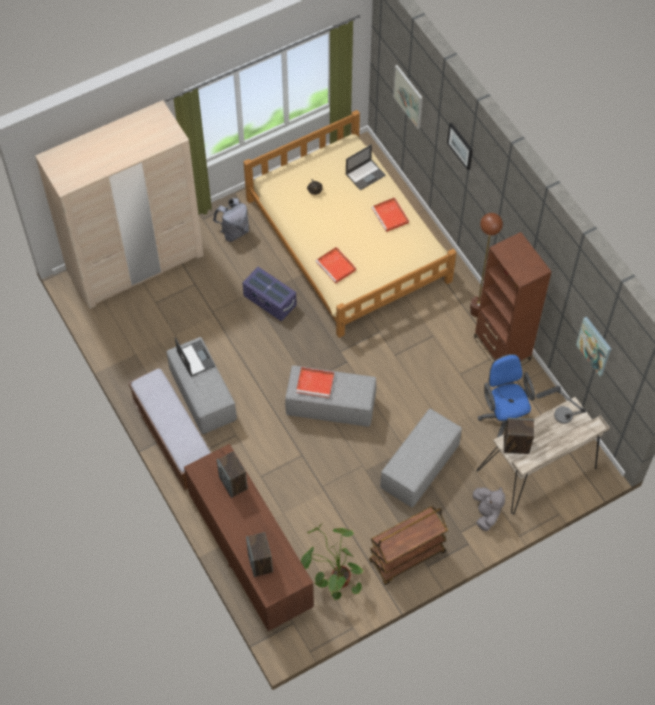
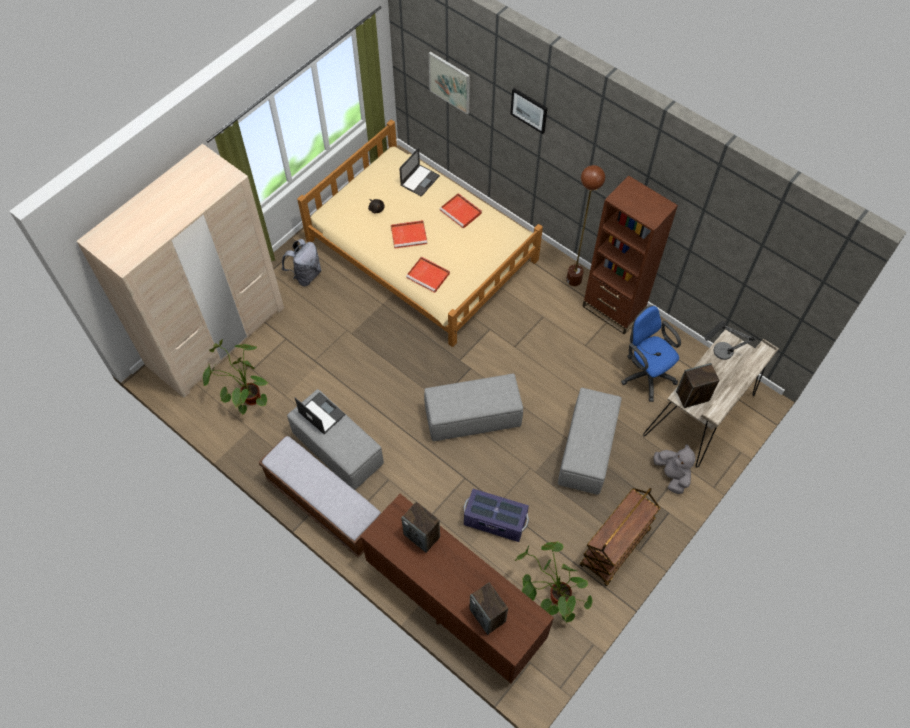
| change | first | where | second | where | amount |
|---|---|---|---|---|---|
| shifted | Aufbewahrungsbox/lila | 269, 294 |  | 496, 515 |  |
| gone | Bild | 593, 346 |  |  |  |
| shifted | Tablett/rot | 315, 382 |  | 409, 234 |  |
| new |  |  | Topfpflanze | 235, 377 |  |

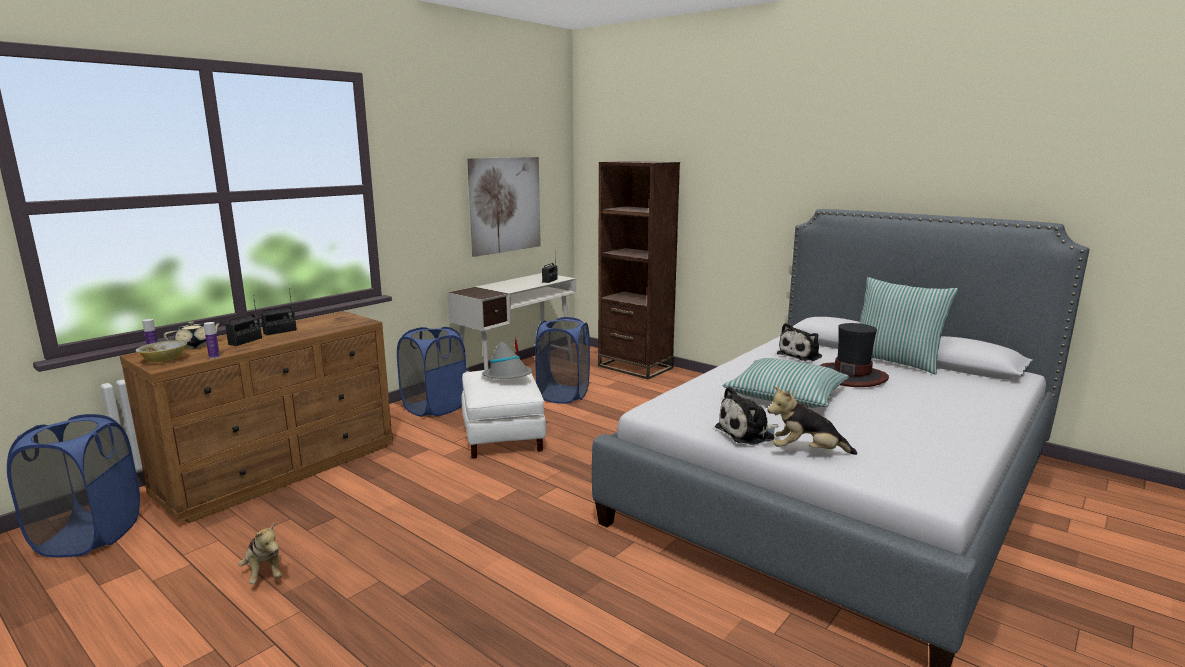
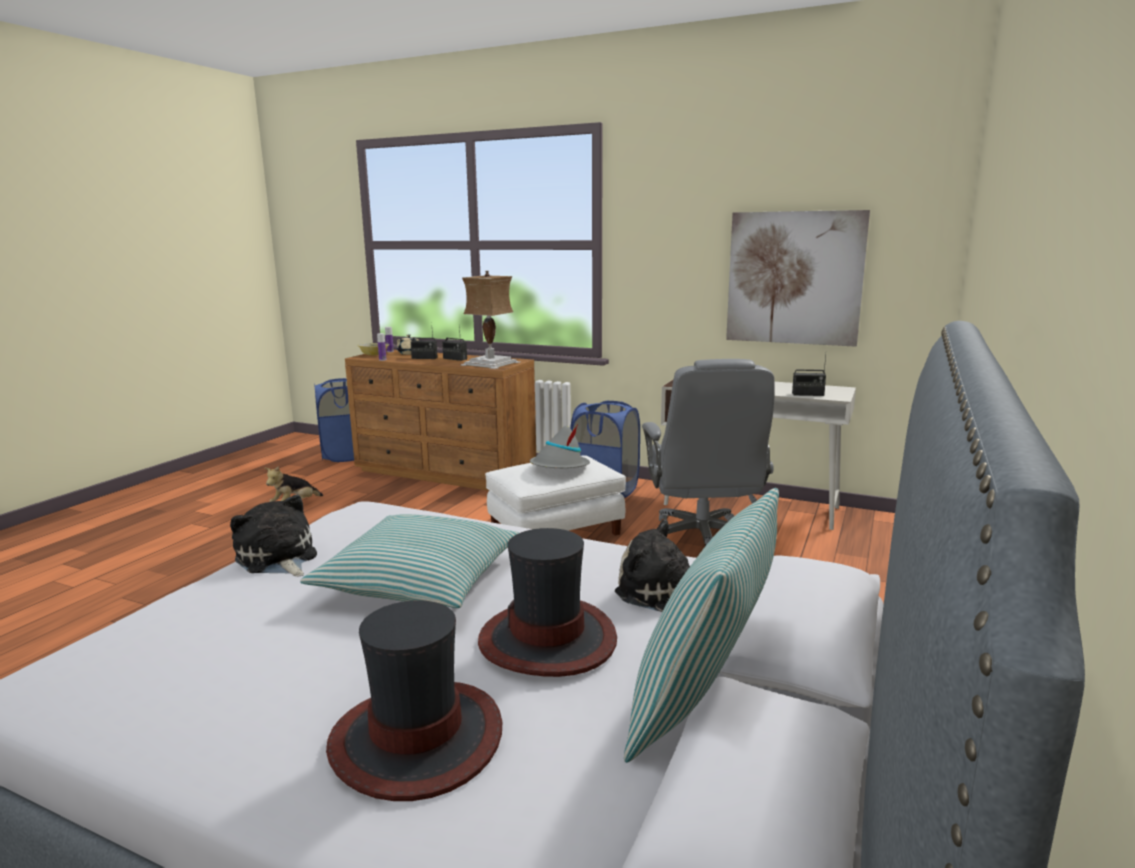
| change | first | where | second | where | amount |
|---|---|---|---|---|---|
| gone | Bücherregal/braun | 639, 270 |  |  |  |
| swapped | Wäschekorb/blau | 562, 360 | Bürostuhl/grau | 708, 452 |  |
| gone | Plüschtier | 812, 420 |  |  |  |
| new |  |  | Tischlampe | 490, 320 |  |
| new |  |  | Hut | 414, 700 |  |

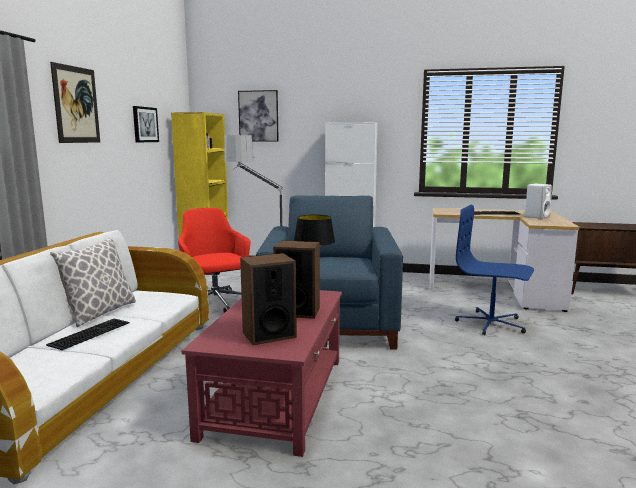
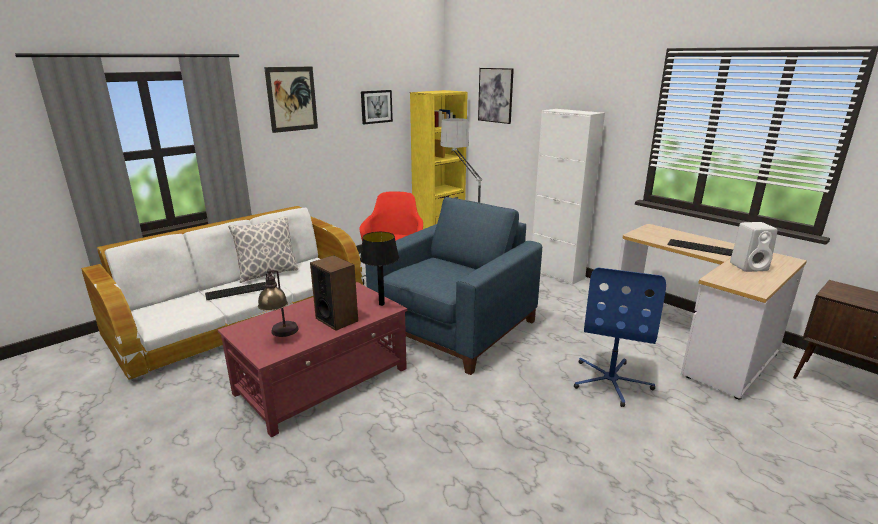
| change | first | where | second | where | amount |
|---|---|---|---|---|---|
| rotated | Bürostuhl/blau | 494, 270 |  | 620, 337 | 135 degrees counterclockwise |
| swapped | Lautsprecher | 268, 299 | Tischlampe | 278, 303 |  |

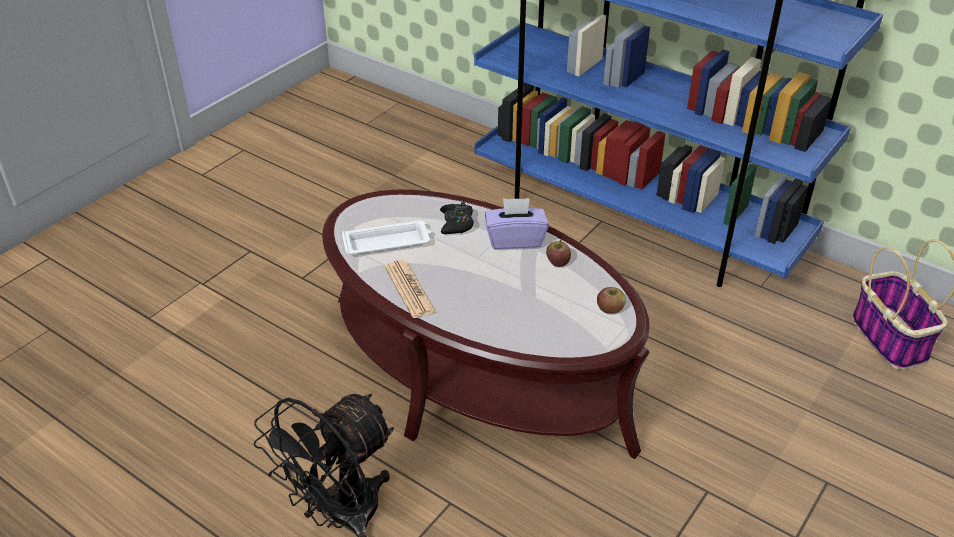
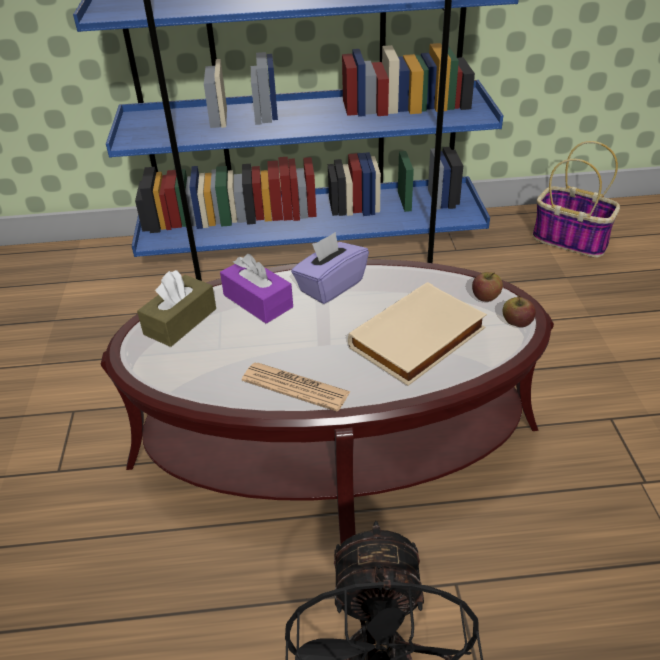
| change | first | where | second | where | amount |
|---|---|---|---|---|---|
| swapped | Gamepad/schwarz | 457, 218 | Taschentuchbox/lila | 256, 289 |  |
| gone | Tablett/weiß | 386, 238 |  |  |  |
| shifted | Apfel | 558, 253 |  | 519, 311 |  |
| new |  |  | Taschentuchbox/braun | 176, 308 |  |
| new |  |  | Buch/beige | 417, 334 |  |

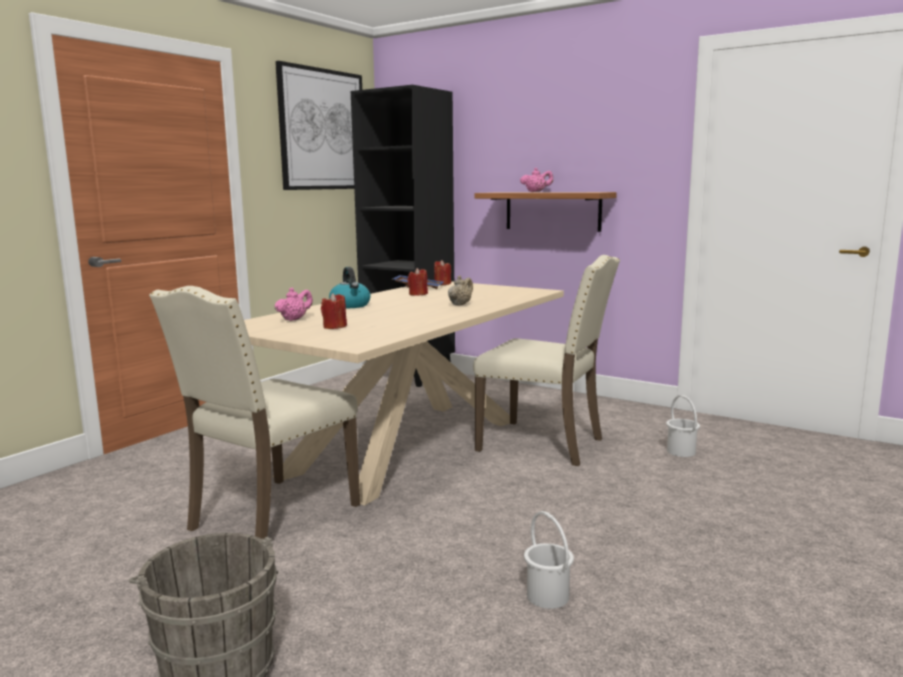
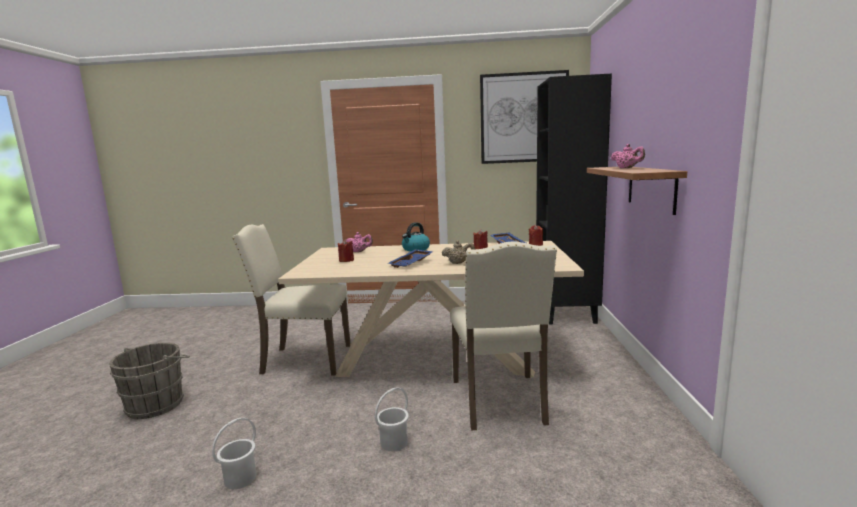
| change | first | where | second | where | amount |
|---|---|---|---|---|---|
| shifted | Eimer/weiß | 683, 426 |  | 392, 419 |  |
| new |  |  | Tablett/blau | 410, 258 |  |

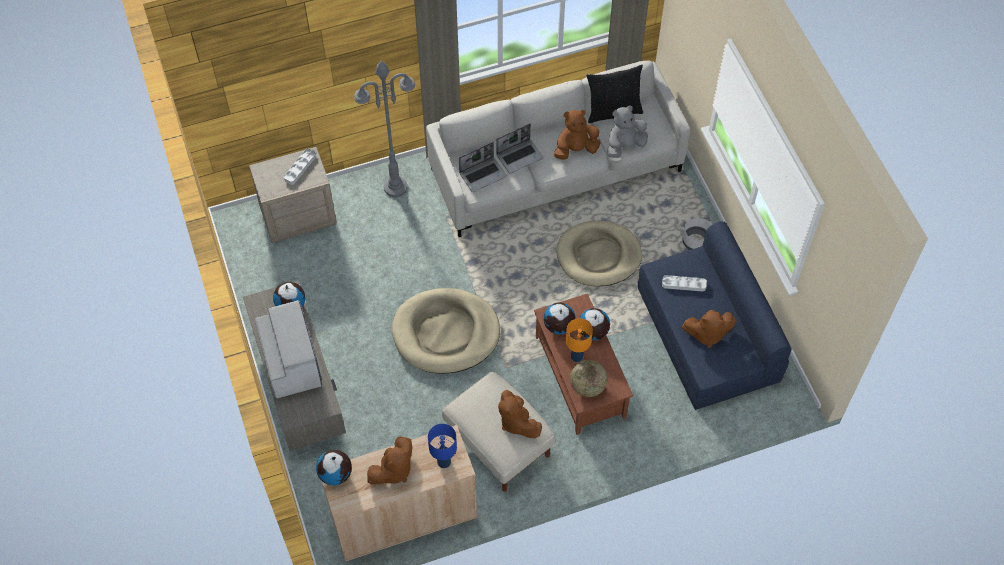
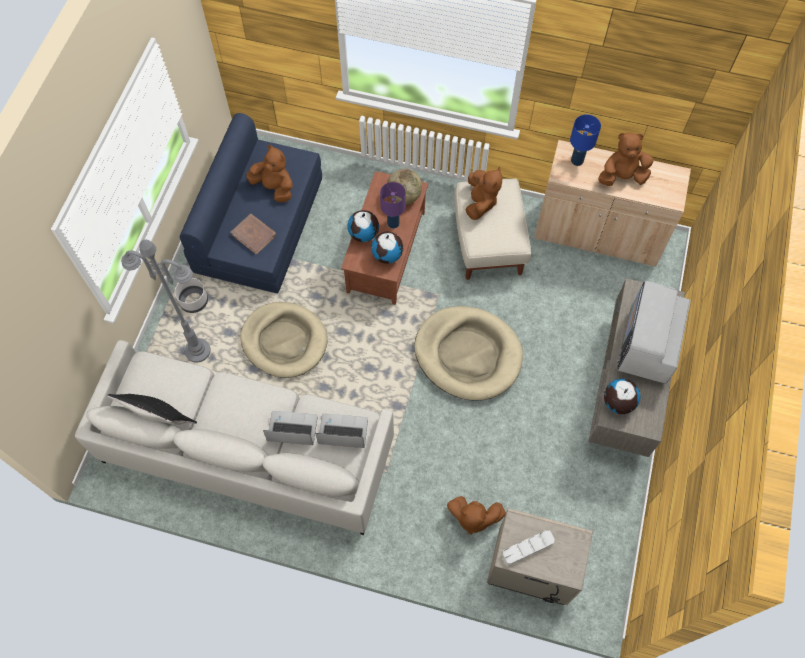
| change | first | where | second | where | amount |
|---|---|---|---|---|---|
| shifted | Stehlampe/grau | 384, 129 |  | 166, 301 |  |
| gone | Plüschtier/grau | 627, 132 |  |  |  |
| shifted | Plüschtier/braun | 577, 135 |  | 476, 515 |  |
| swapped | Tablett/grau | 684, 283 | Buch/braun | 253, 234 |  |
| repainted | Tischlampe/orange | 579, 340 | Tischlampe/lila | 393, 205 |  |
| gone | Globus | 334, 467 |  |  |  |

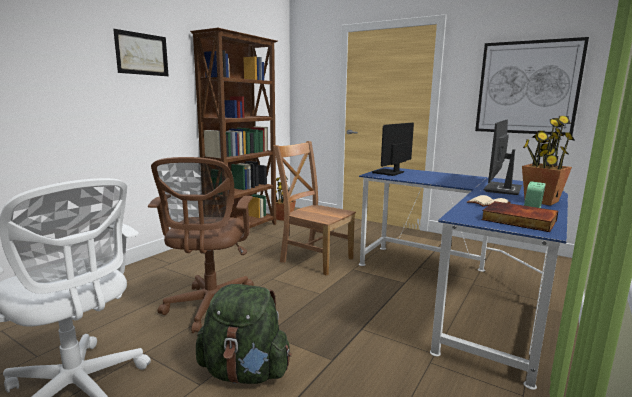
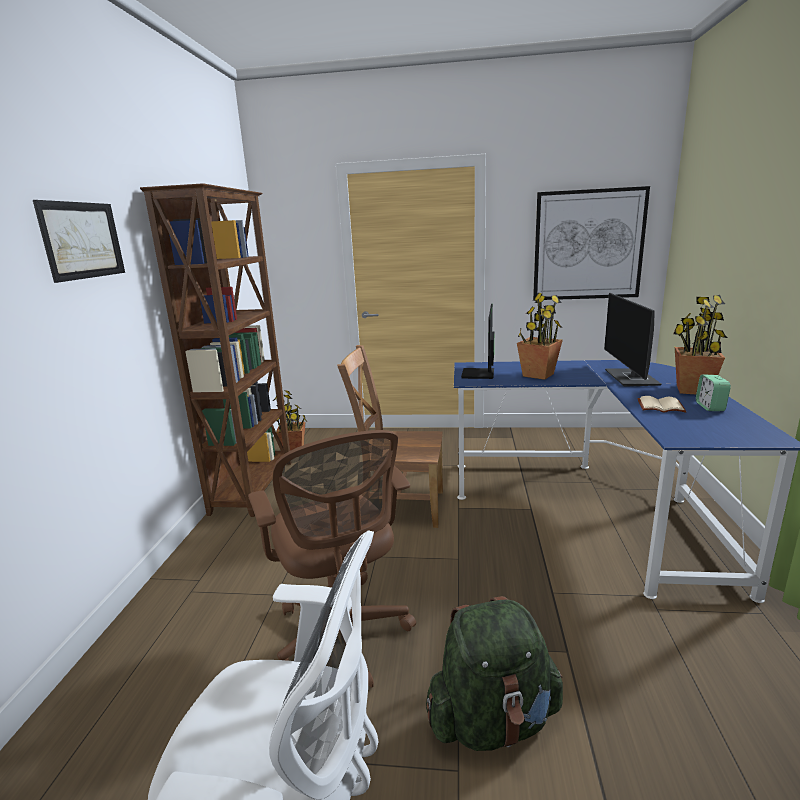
| change | first | where | second | where | amount |
|---|---|---|---|---|---|
| gone | Buch | 519, 216 |  |  |  |
| new |  |  | Topfpflanze | 540, 336 |  |

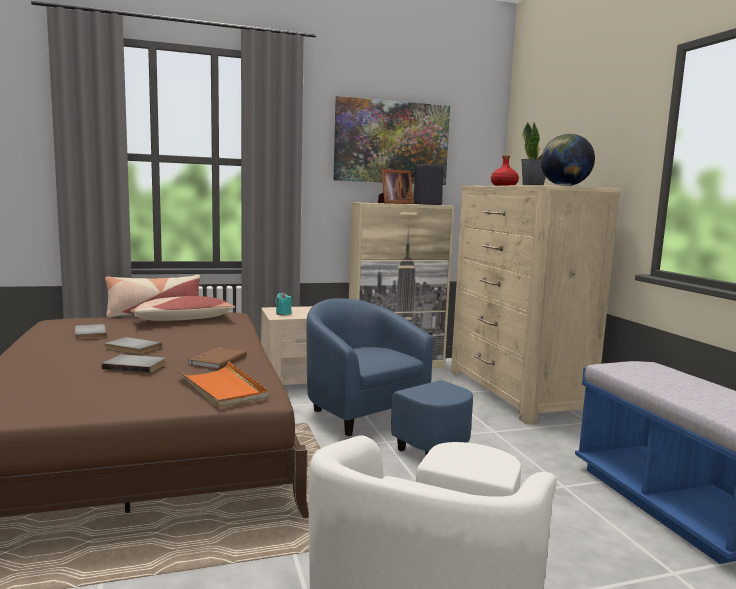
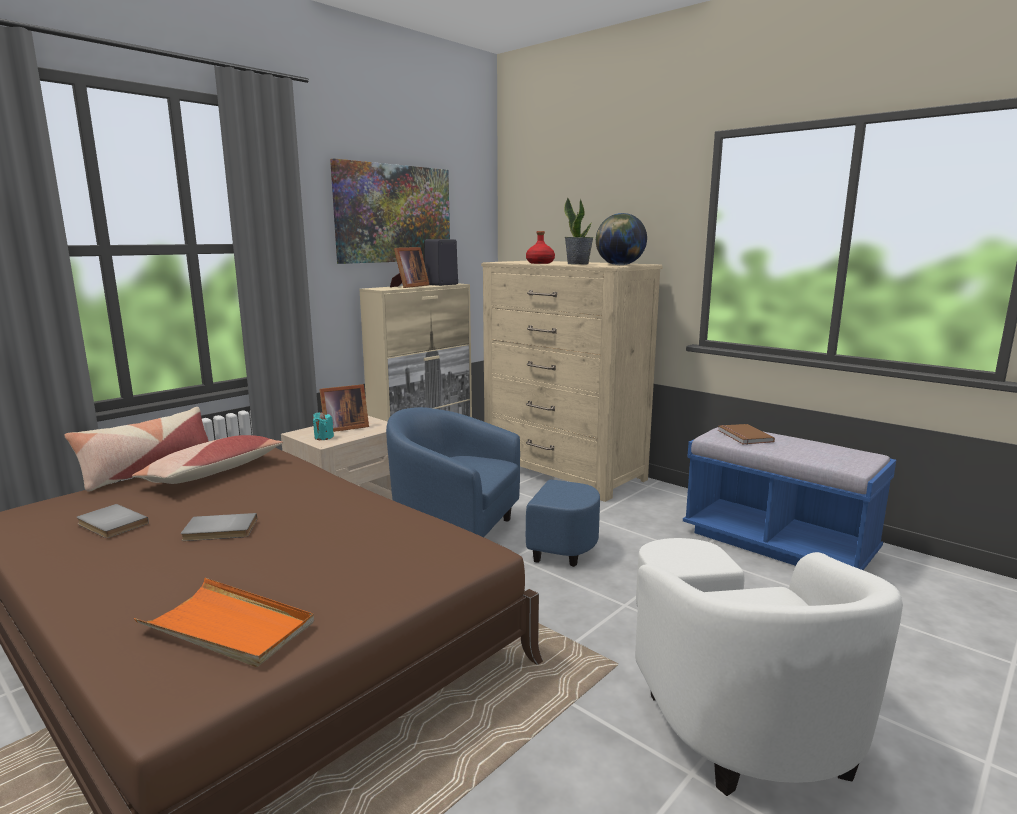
| change | first | where | second | where | amount |
|---|---|---|---|---|---|
| shifted | Buch/braun | 217, 358 |  | 746, 434 |  |
| gone | Buch/grau | 134, 363 |  |  |  |
| shifted | Tablett/orange | 222, 385 |  | 224, 622 |  |
| new |  |  | Bilderrahmen | 344, 408 |  |

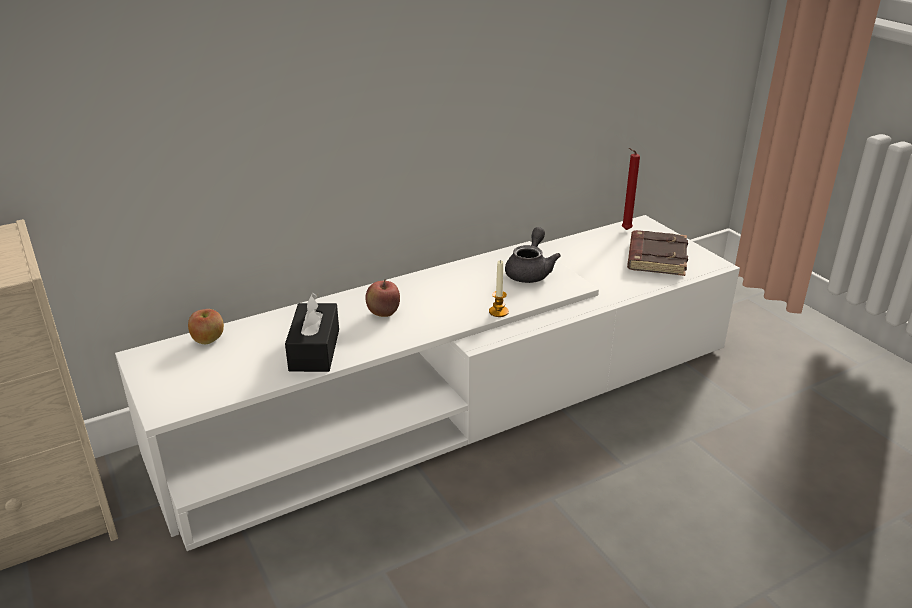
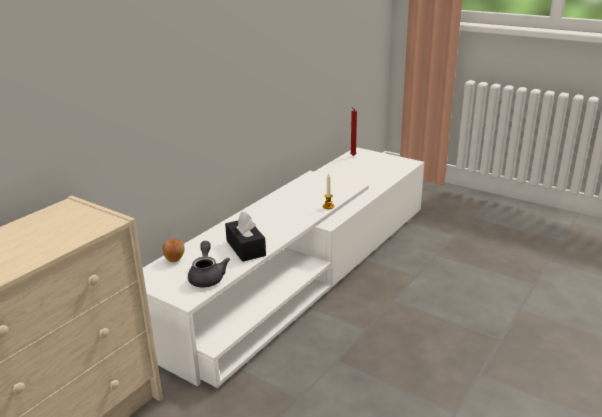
| change | first | where | second | where | amount |
|---|---|---|---|---|---|
| shifted | Teekanne/grau | 533, 255 |  | 209, 264 |  |
| gone | Buch/braun | 657, 253 |  |  |  |
| gone | Apfel | 382, 298 |  |  |  |

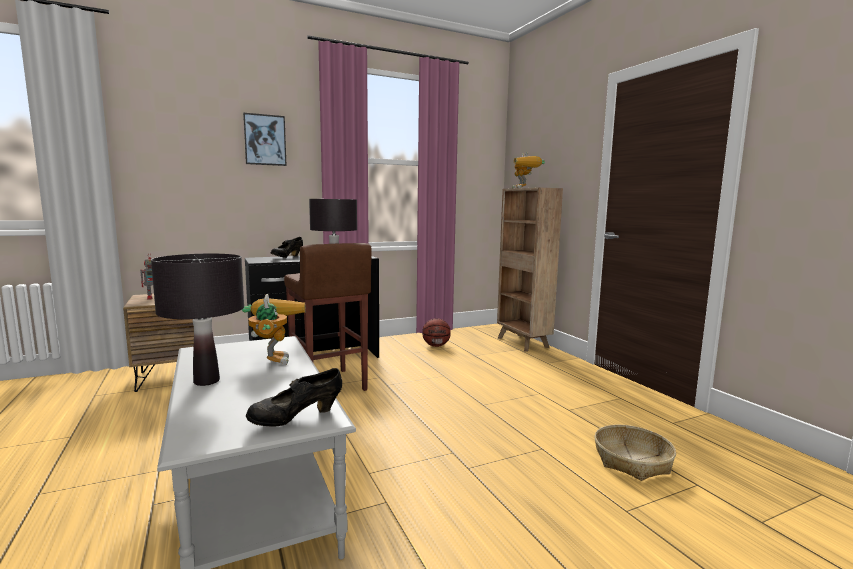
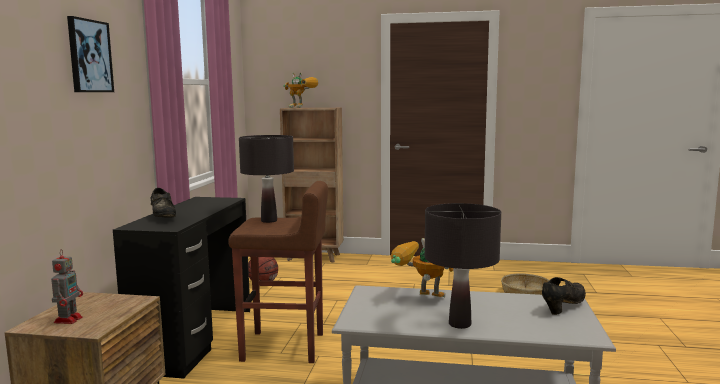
| change | first | where | second | where | amount |
|---|---|---|---|---|---|
| rotated | Schuh/schwarz | 294, 397 |  | 564, 296 | 135 degrees counterclockwise |

